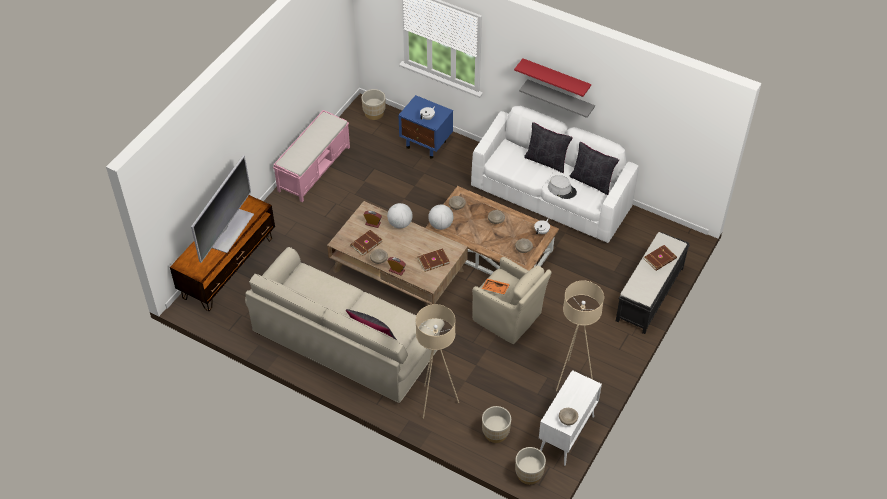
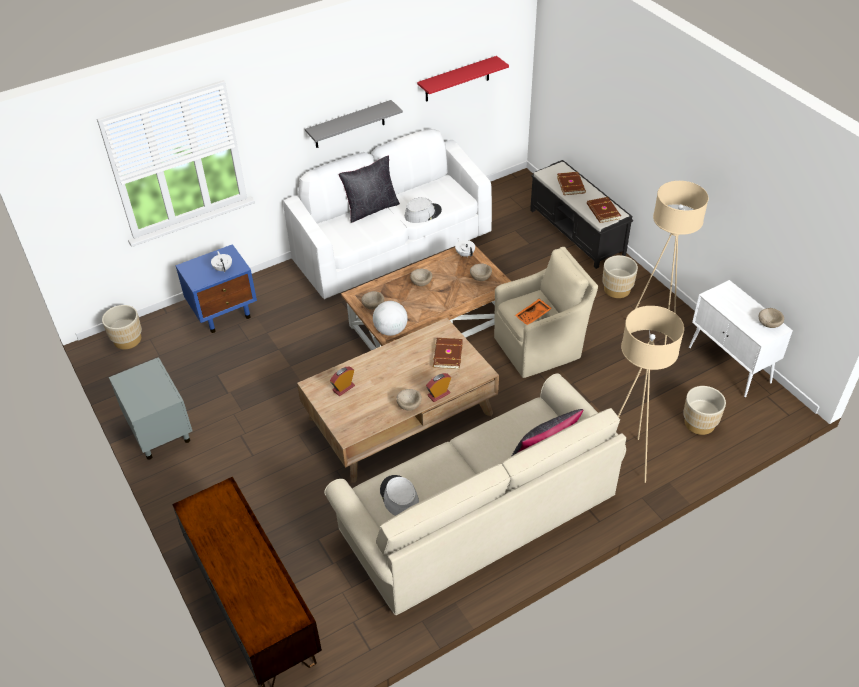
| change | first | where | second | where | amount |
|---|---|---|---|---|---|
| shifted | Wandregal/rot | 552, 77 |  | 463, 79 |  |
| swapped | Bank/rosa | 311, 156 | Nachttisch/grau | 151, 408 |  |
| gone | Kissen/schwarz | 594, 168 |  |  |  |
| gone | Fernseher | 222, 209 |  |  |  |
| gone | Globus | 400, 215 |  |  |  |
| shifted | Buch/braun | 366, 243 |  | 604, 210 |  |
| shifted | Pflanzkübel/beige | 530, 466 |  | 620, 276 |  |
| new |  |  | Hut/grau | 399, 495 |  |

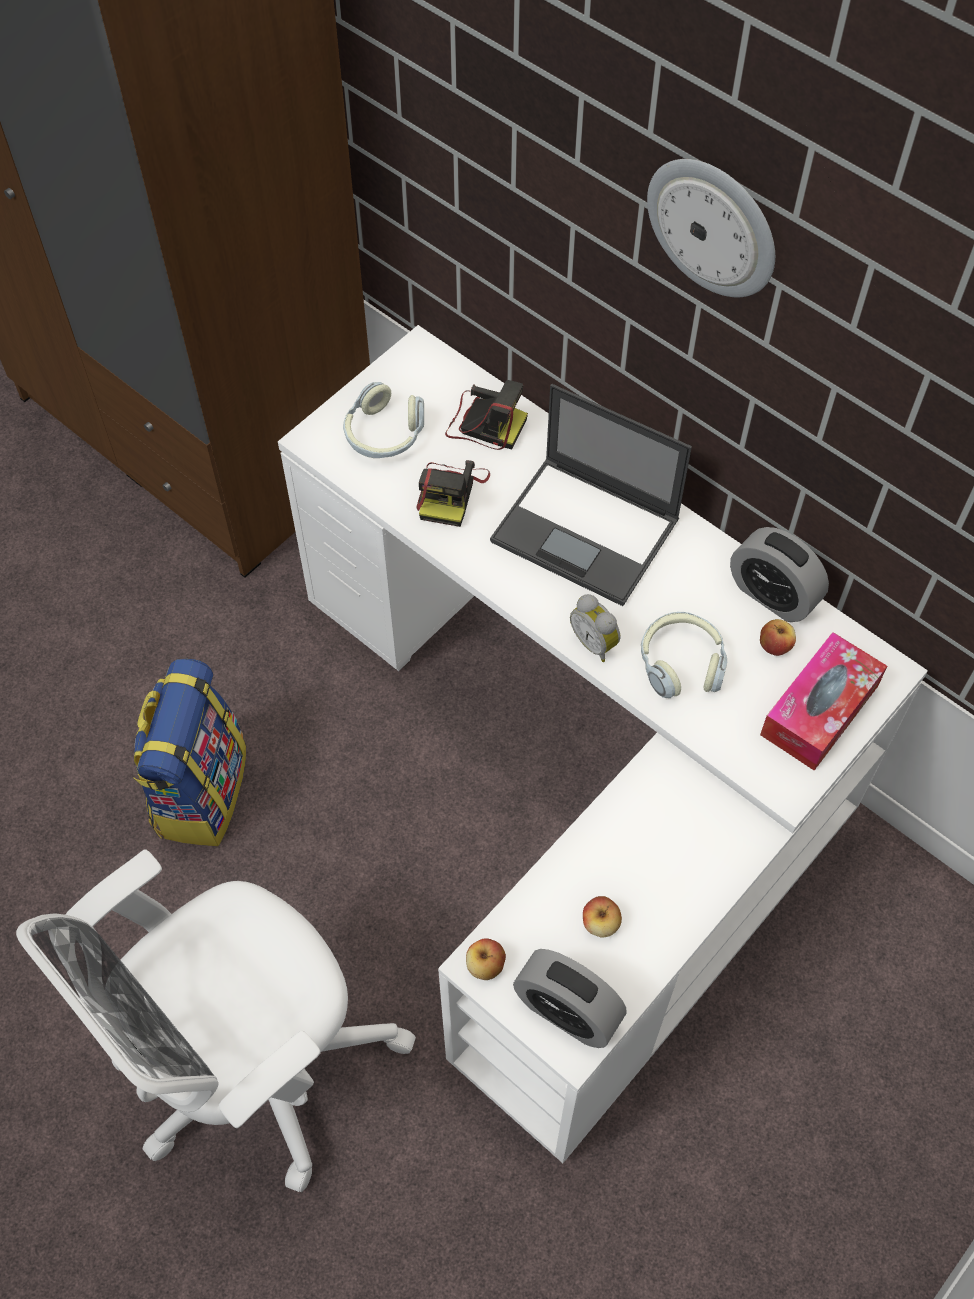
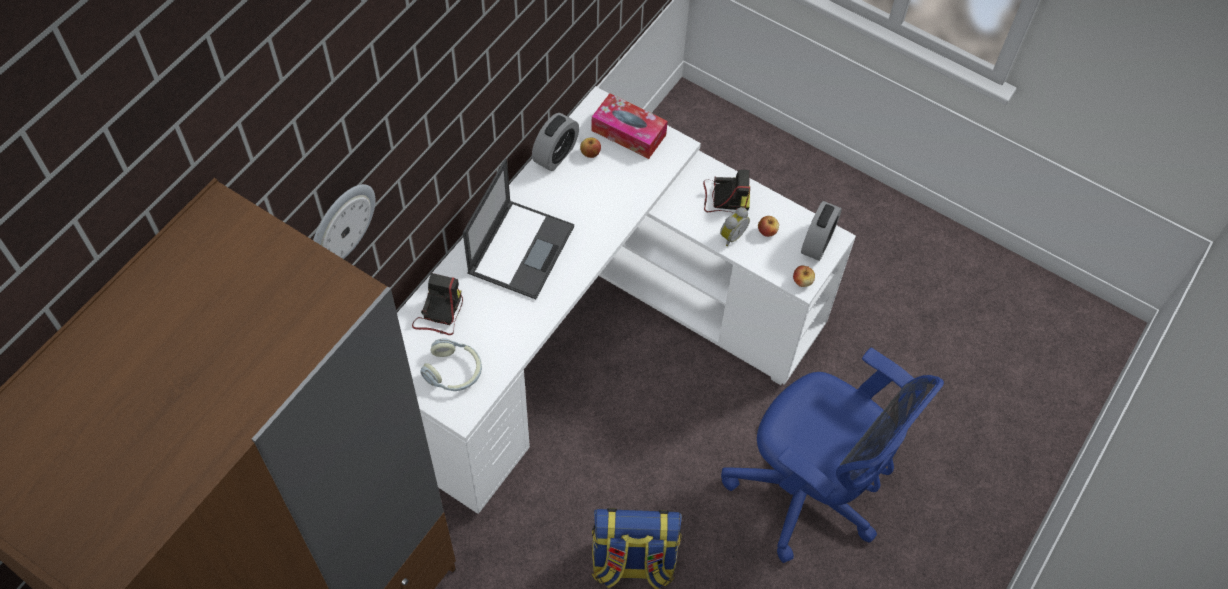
| change | first | where | second | where | amount |
|---|---|---|---|---|---|
| shifted | Wanduhr | 711, 228 |  | 344, 221 |  |
| shifted | Kamera | 453, 493 |  | 726, 191 |  |
| shifted | Wecker | 595, 628 |  | 735, 226 |  |
| gone | Kopfhörer | 684, 655 |  |  |  |
| repainted | Bürostuhl/weiß | 216, 1020 | Bürostuhl/blau | 832, 455 |  |

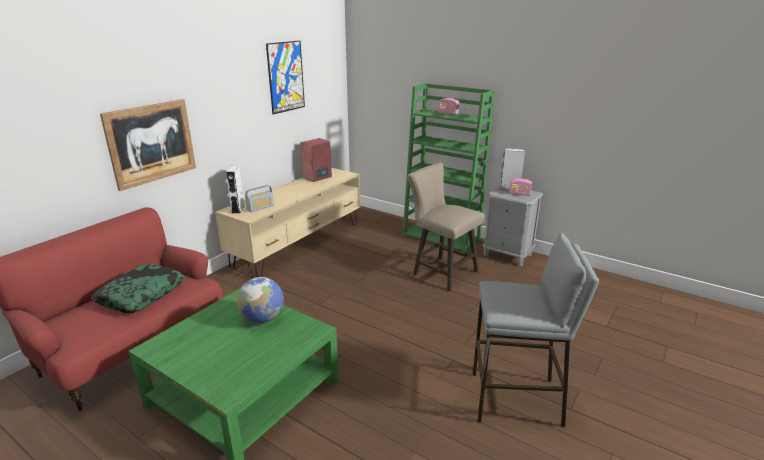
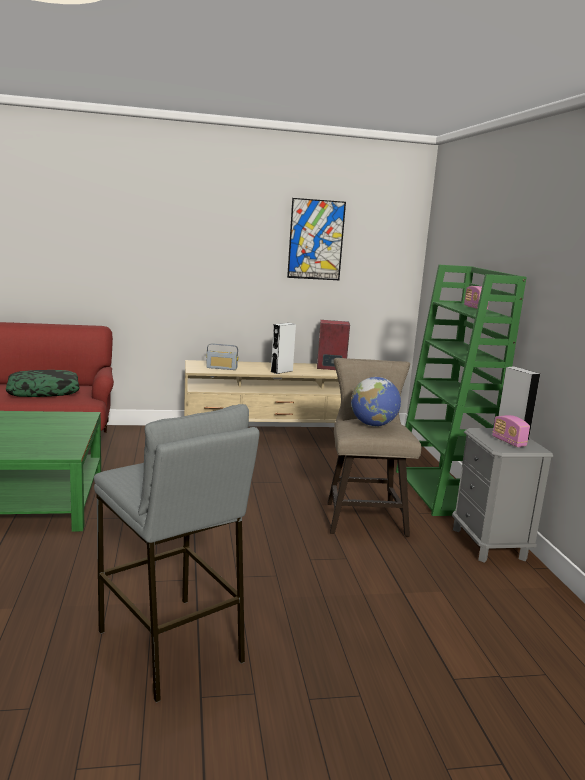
| change | first | where | second | where | amount |
|---|---|---|---|---|---|
| gone | Bild | 148, 145 |  |  |  |
| shifted | Lautsprecher/weiß | 235, 189 |  | 283, 348 |  |
| shifted | Globus | 260, 300 |  | 376, 401 |  |

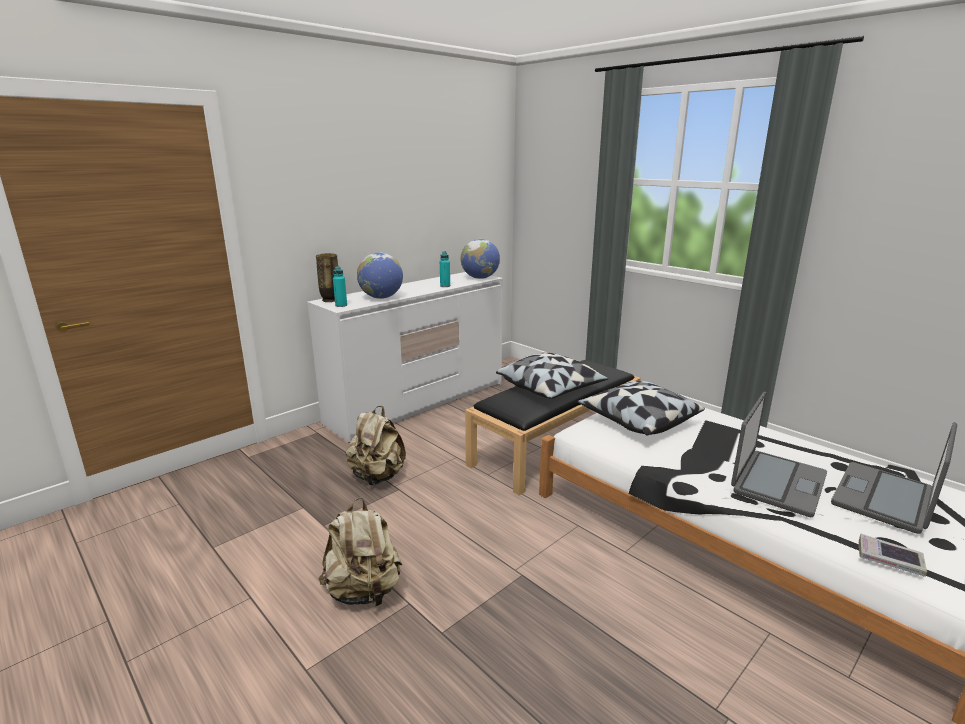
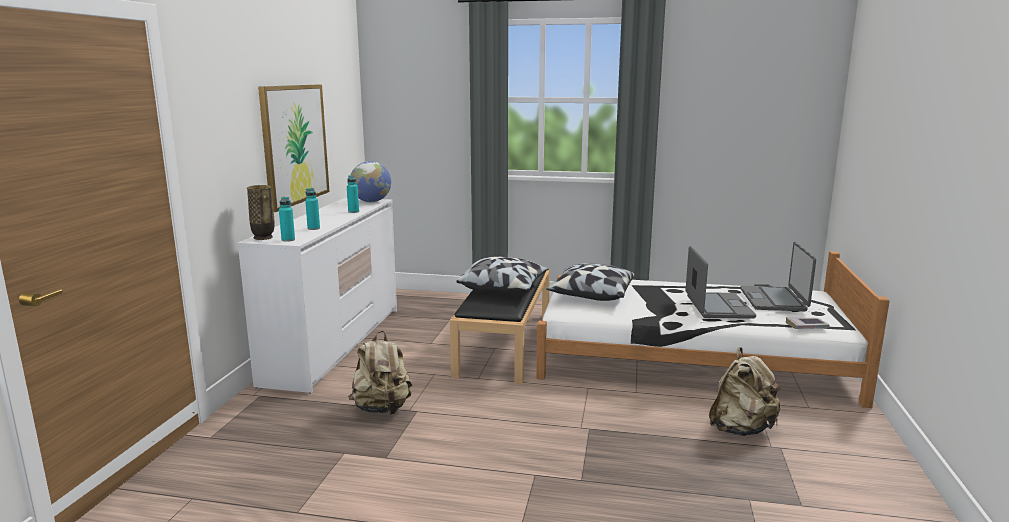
| change | first | where | second | where | amount |
|---|---|---|---|---|---|
| swapped | Globus | 380, 276 | Flasche/türkis | 312, 209 |  |
| shifted | Rucksack/beige | 360, 551 |  | 745, 391 |  |
| new |  |  | Bild | 294, 148 |  |

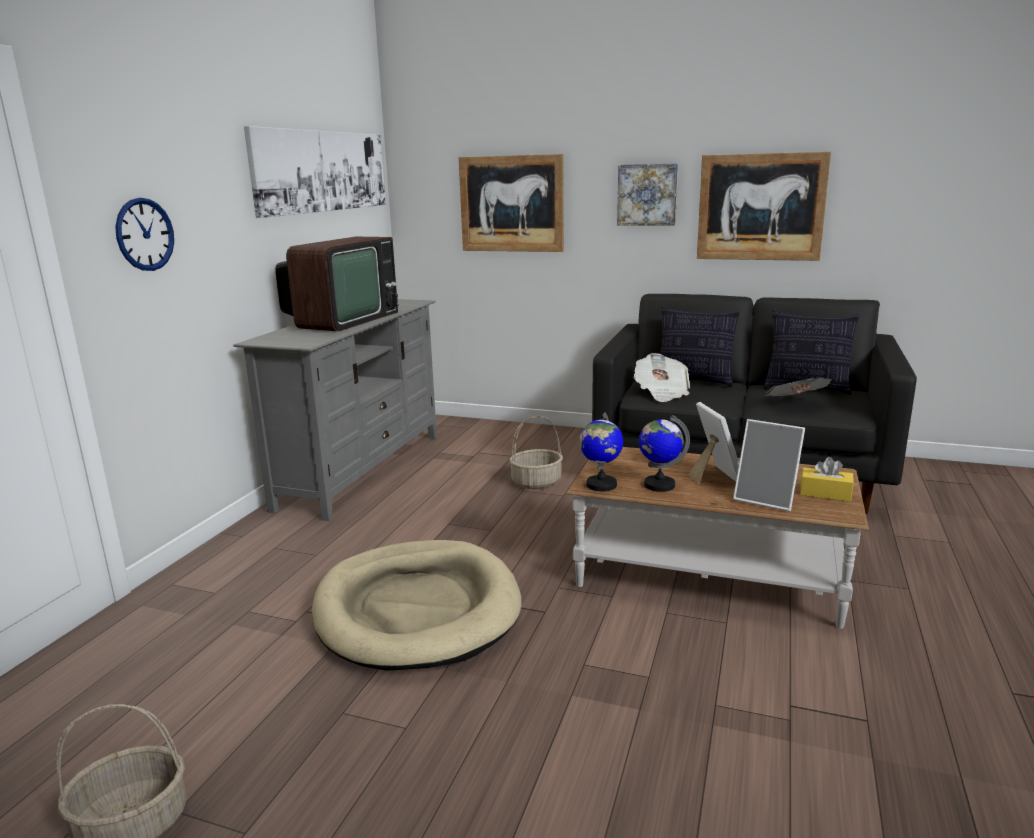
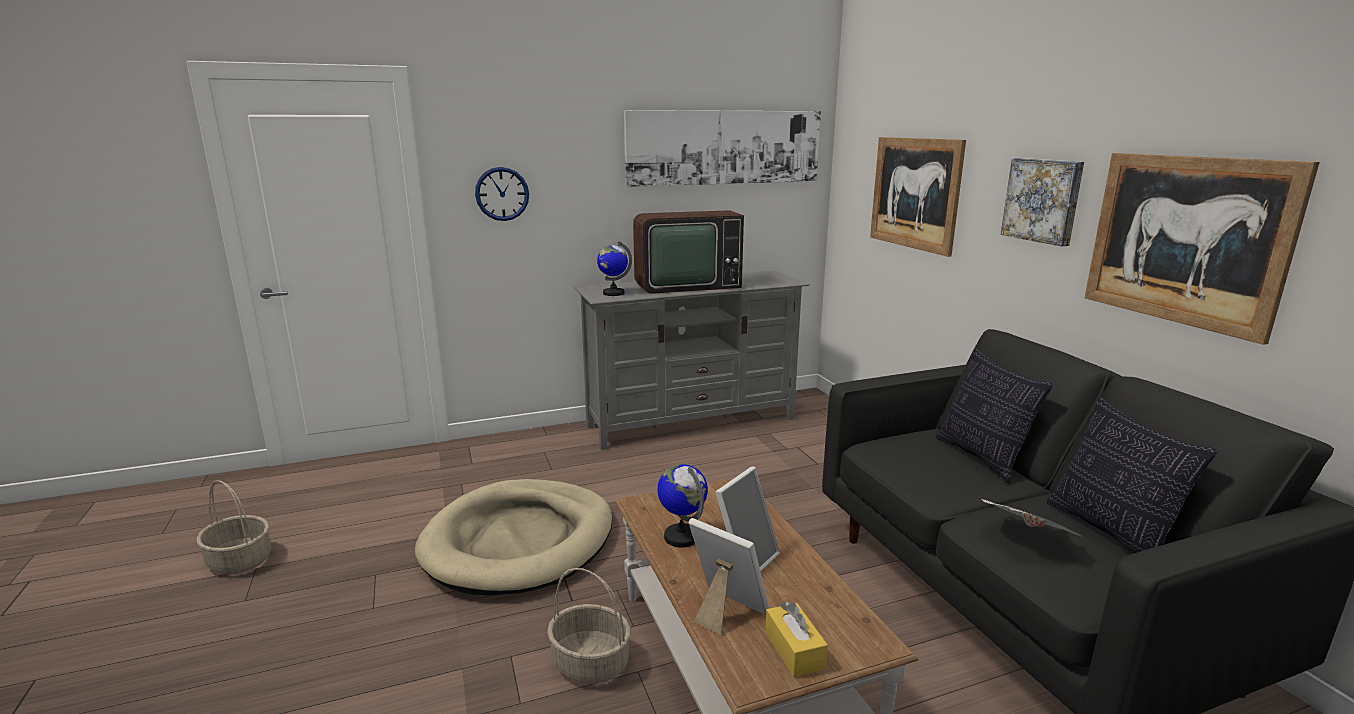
| change | first | where | second | where | amount |
|---|---|---|---|---|---|
| gone | Zeitung | 662, 377 |  |  |  |
| shifted | Globus | 601, 452 |  | 614, 268 |  |
| shifted | Korb | 536, 452 |  | 589, 626 |  |
| rotated | Bilderrahmen | 769, 465 |  | 729, 577 | 135 degrees clockwise |

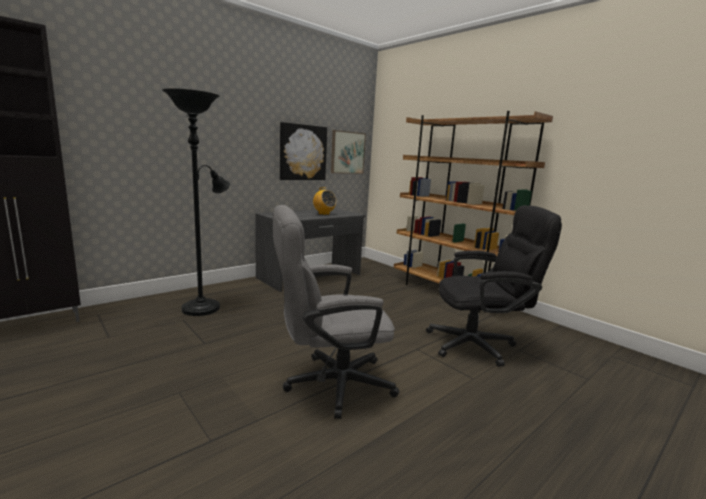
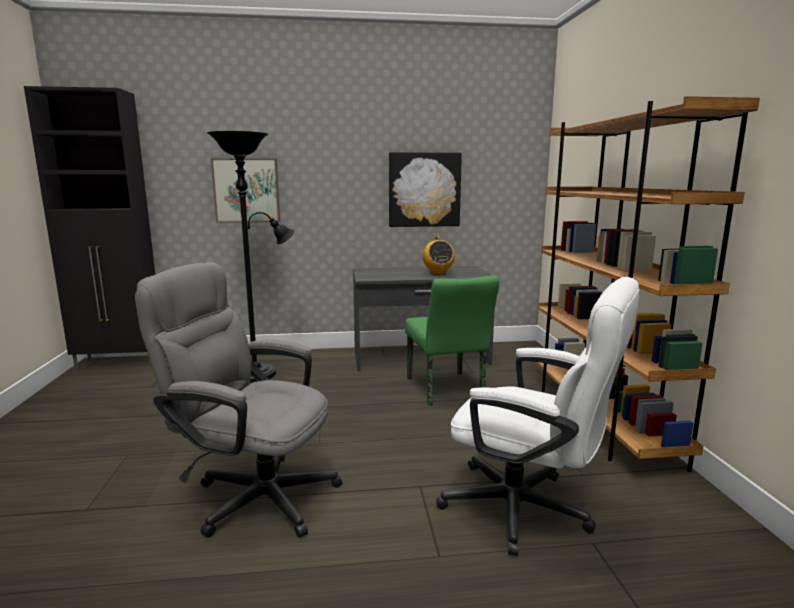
| change | first | where | second | where | amount |
|---|---|---|---|---|---|
| shifted | Bild | 348, 152 |  | 245, 190 |  |
| repainted | Bürostuhl/schwarz | 494, 286 | Bürostuhl/weiß | 538, 416 |  |
| new |  |  | Stuhl/grün | 452, 340 |  |

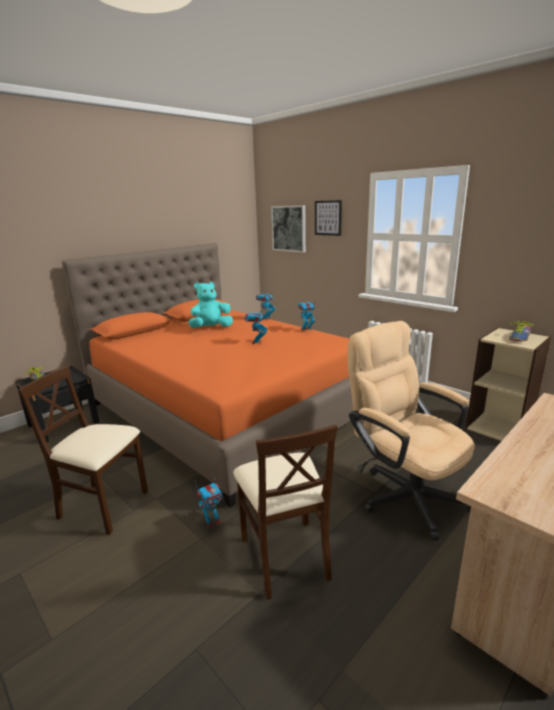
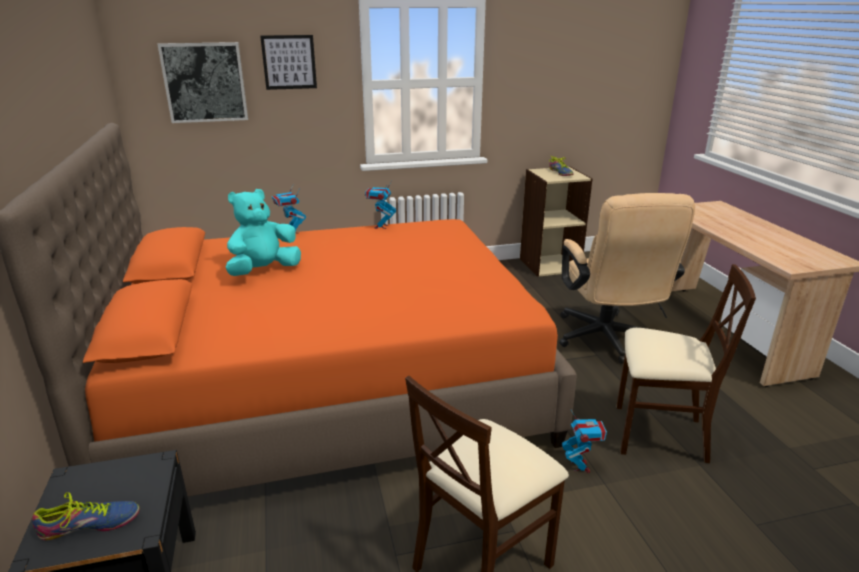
| change | first | where | second | where | amount |
|---|---|---|---|---|---|
| rotated | Plüschtier/türkis | 210, 305 |  | 263, 232 | 45 degrees clockwise |
| gone | Spielzeugroboter | 255, 326 |  |  |  |
| rotated | Bürostuhl/beige | 411, 430 |  | 627, 278 | 90 degrees counterclockwise |

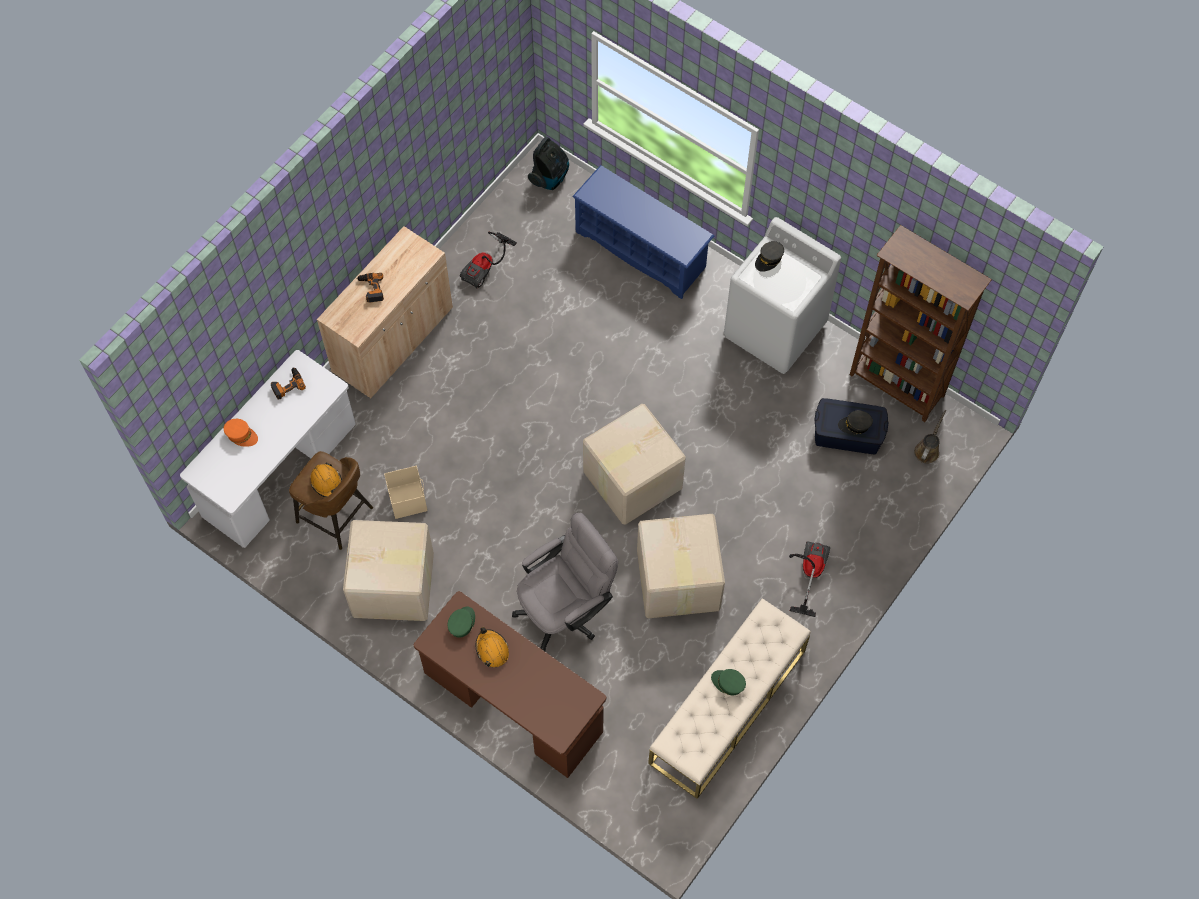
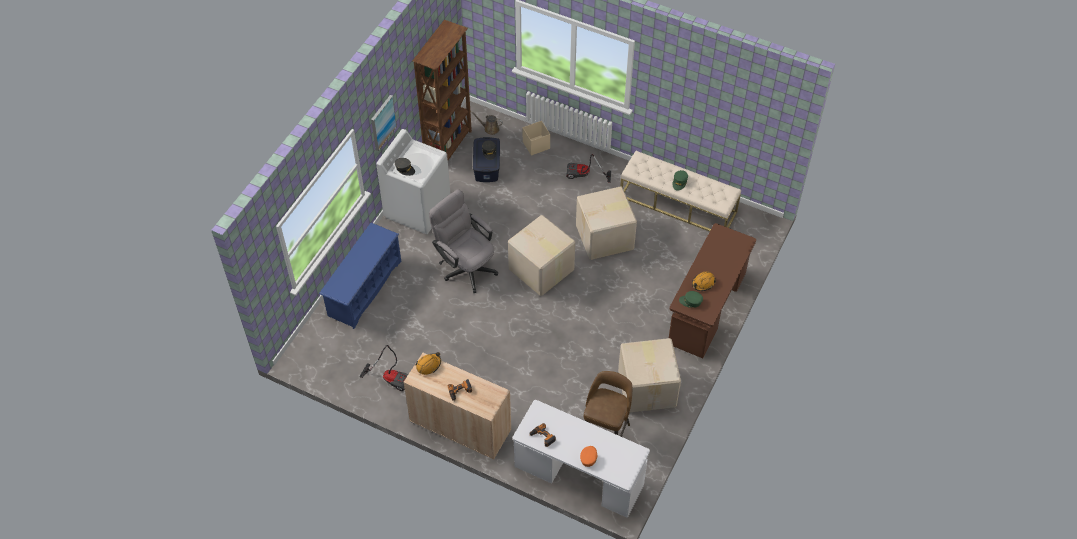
| change | first | where | second | where | amount |
|---|---|---|---|---|---|
| gone | Staubsauger | 548, 163 |  |  |  |
| shifted | Schutzhelm/orange | 326, 480 |  | 428, 363 |  |
| shifted | Aufbewahrungsbox/beige | 406, 492 |  | 536, 138 |  |
| shifted | Bürostuhl/grau | 565, 582 |  | 463, 241 |  |
| new |  |  | Bild | 384, 123 |  |

